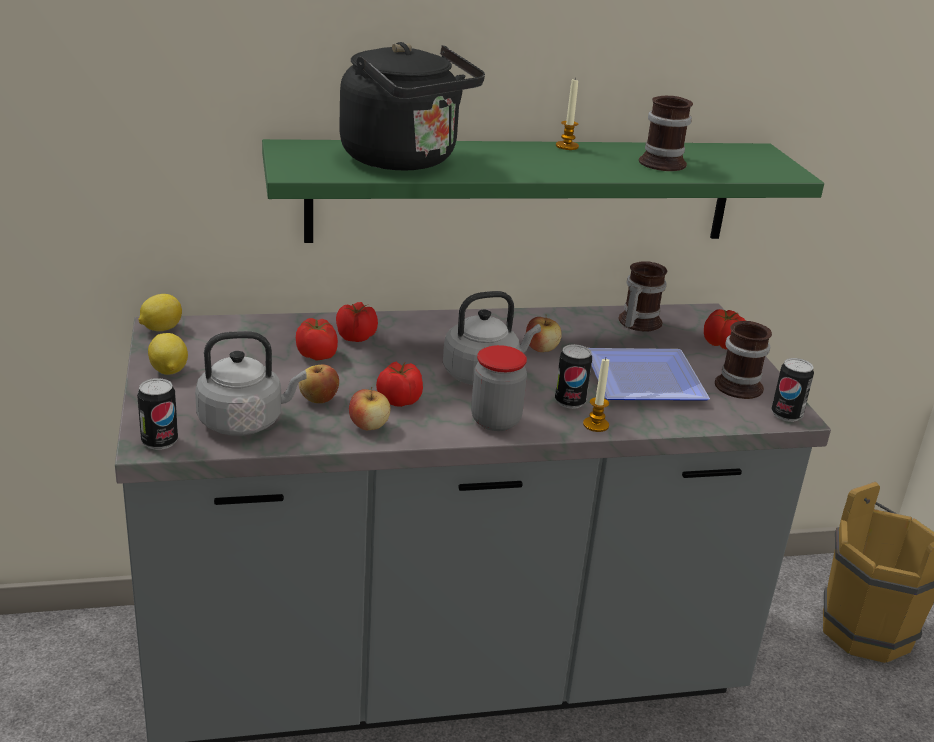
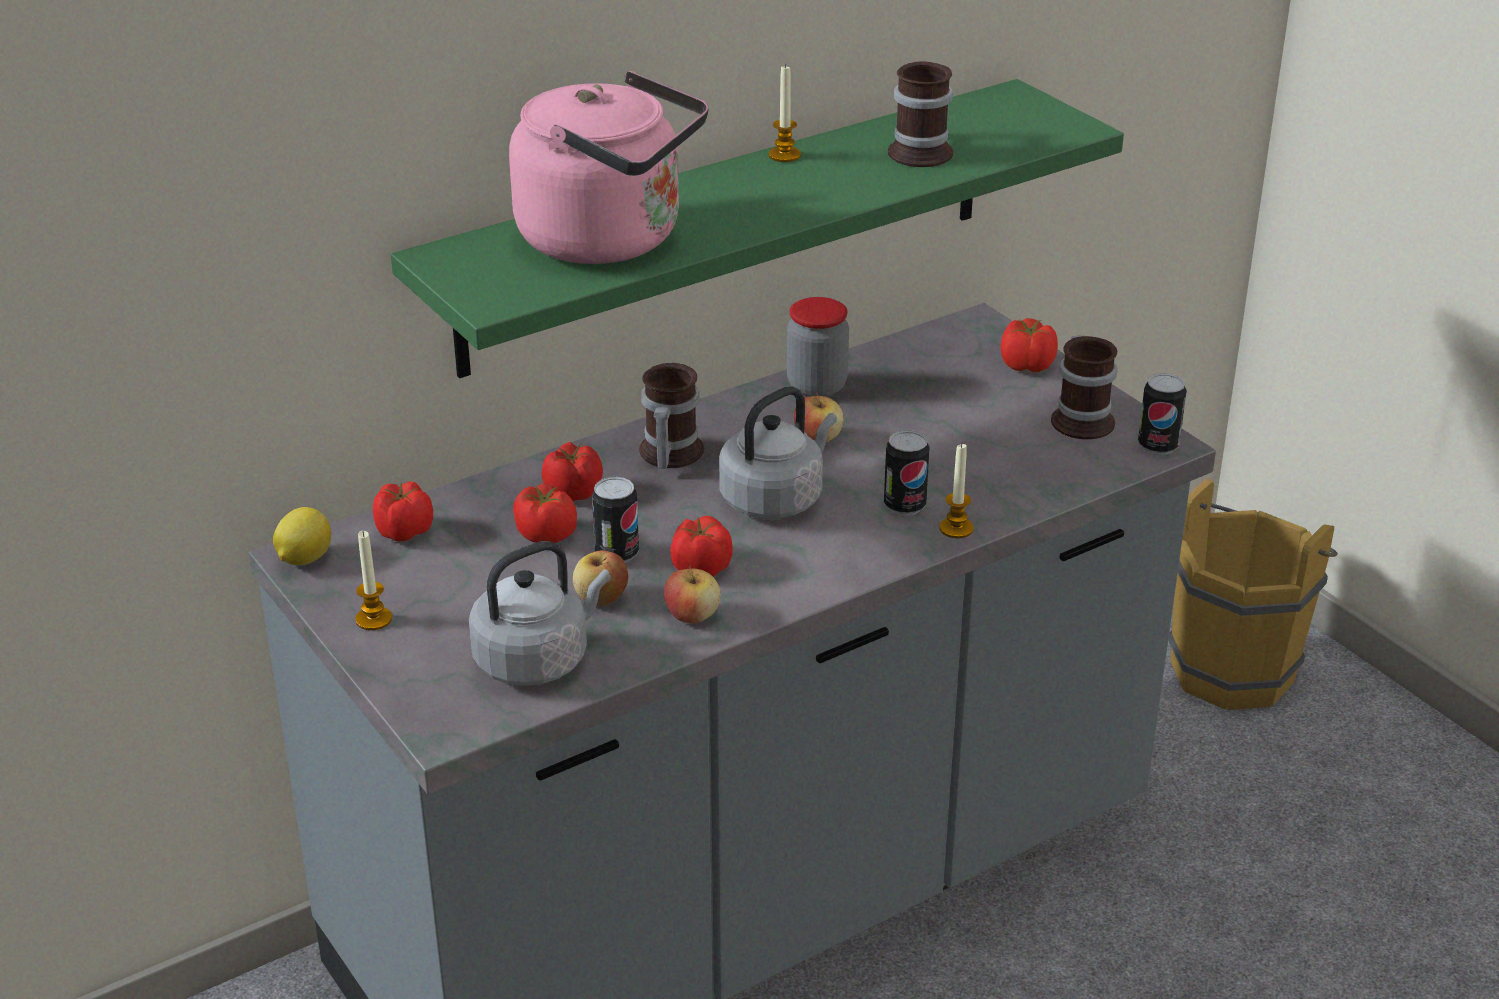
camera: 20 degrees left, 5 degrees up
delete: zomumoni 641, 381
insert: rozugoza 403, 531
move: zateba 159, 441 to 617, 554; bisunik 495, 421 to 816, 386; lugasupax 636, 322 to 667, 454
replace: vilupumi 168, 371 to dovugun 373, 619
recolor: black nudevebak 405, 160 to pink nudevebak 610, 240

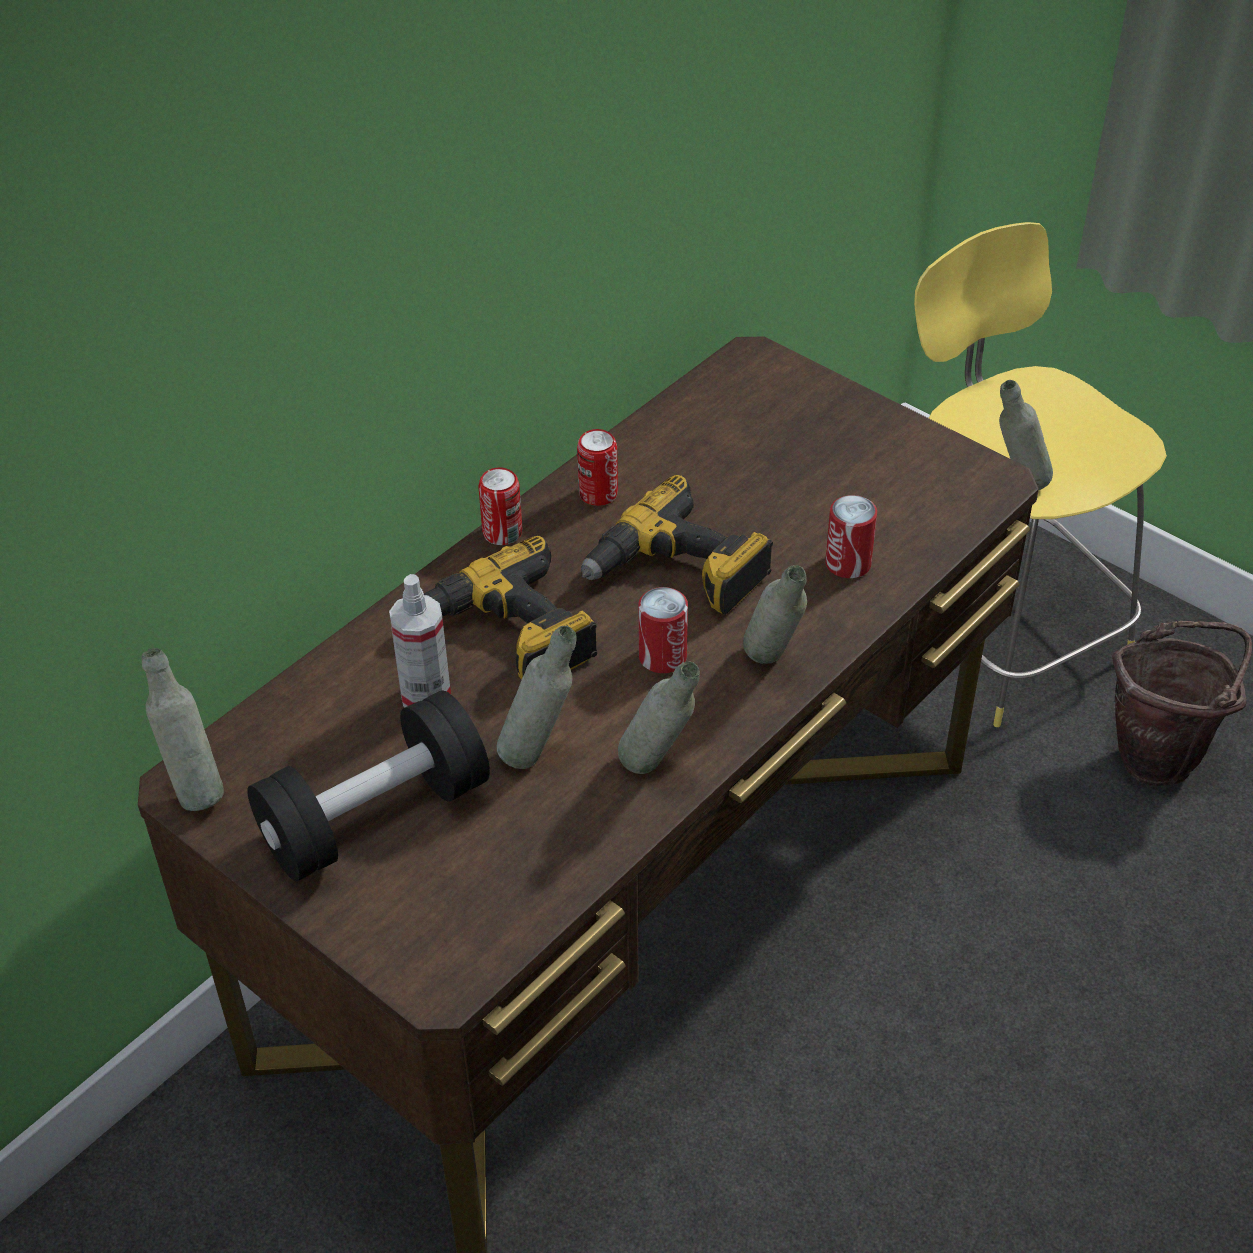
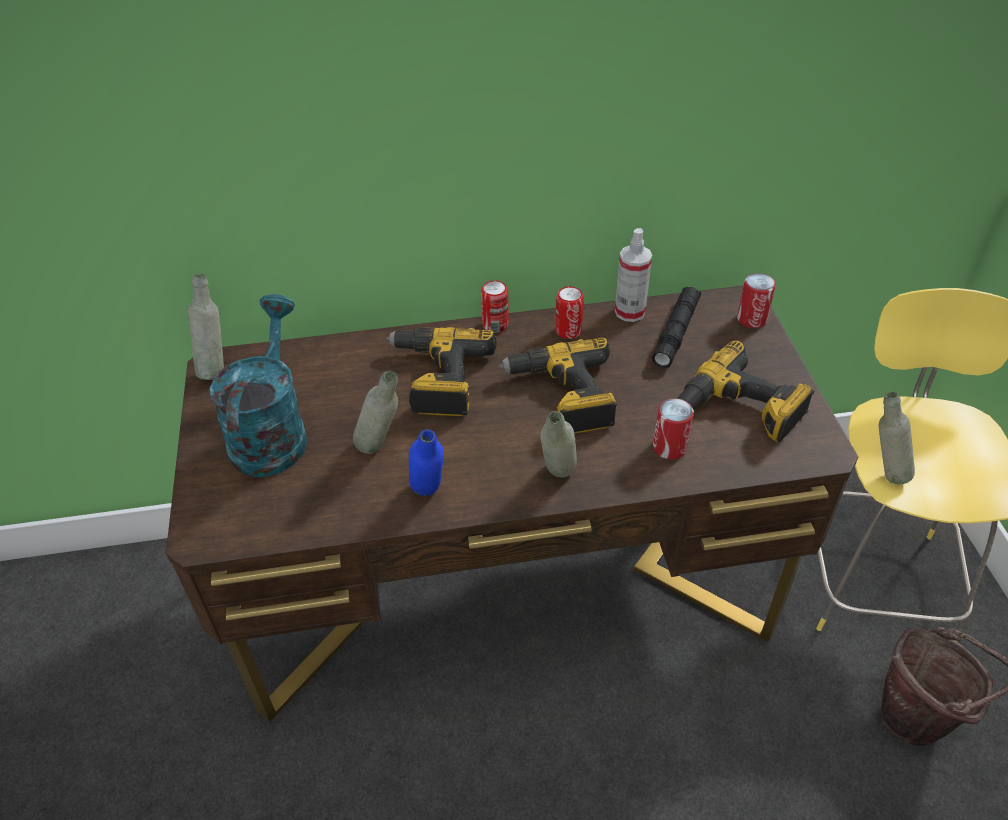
camera: 40 degrees right, 0 degrees up
insert: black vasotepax 676, 333; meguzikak 739, 410
move: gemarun 426, 696 to 630, 312; zateba 662, 657 to 751, 319
replace: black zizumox 375, 817 to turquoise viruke 271, 432
recolor: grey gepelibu 658, 770 to blue gepelibu 429, 498

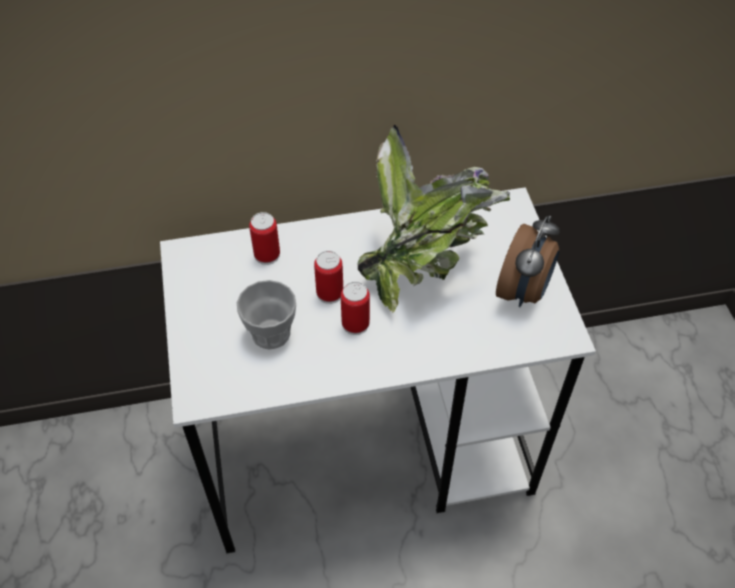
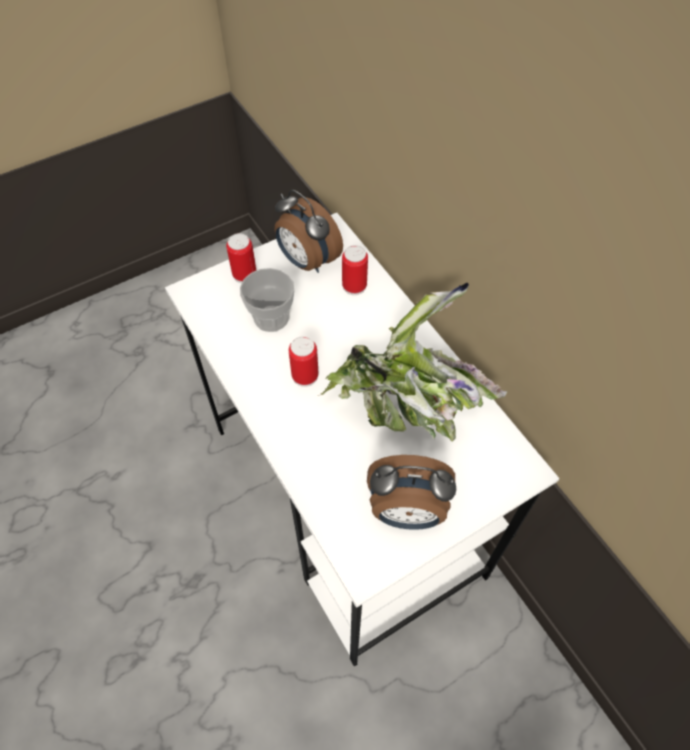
camera: 70 degrees right, 5 degrees up
insert: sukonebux 307, 261
move: zateba 330, 293 to 244, 274

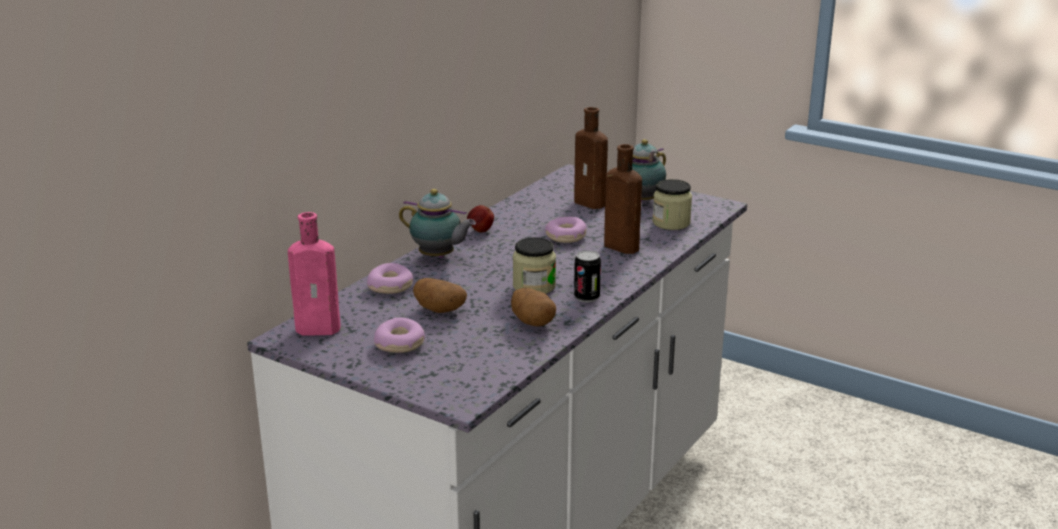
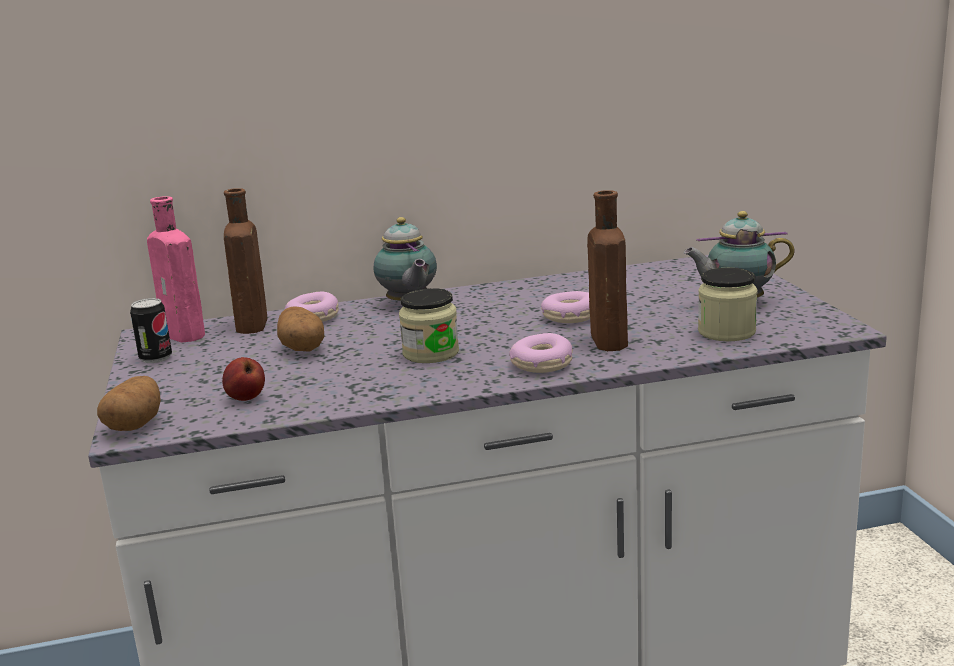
camera: 45 degrees right, 5 degrees down
move: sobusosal 400, 344 to 542, 364; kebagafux 480, 231 to 245, 398; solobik 532, 322 to 135, 425; brown gepelibu 591, 203 to 252, 326; zateba 586, 297 to 156, 358

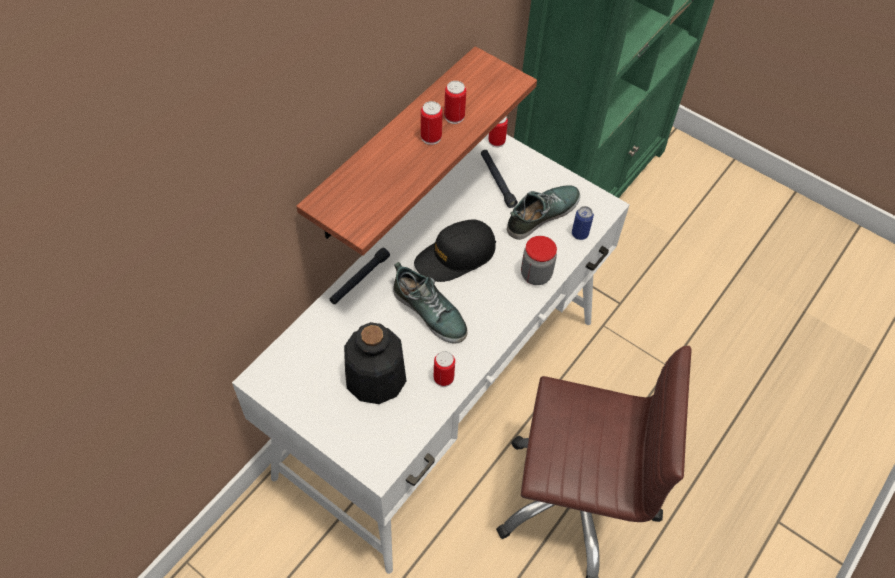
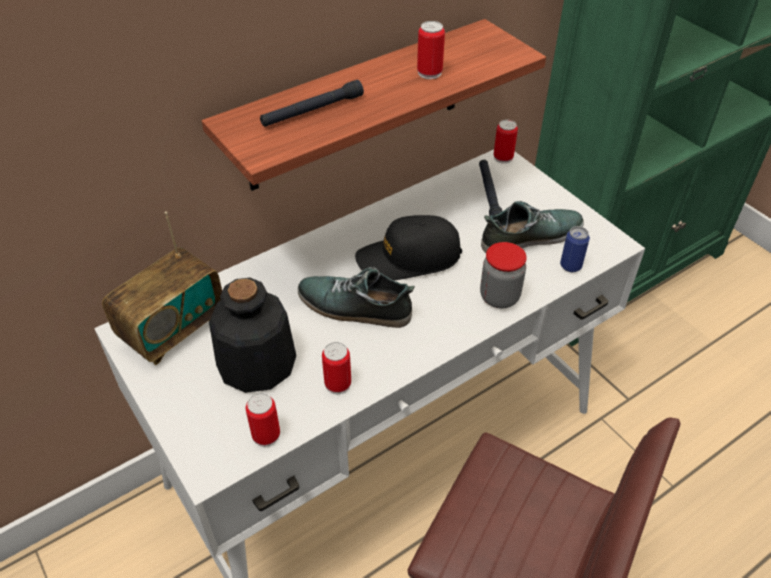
camera: 20 degrees right, 10 degrees down
insert: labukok 173, 329
move: black vasotepax 359, 279 to 312, 111; zateba 431, 137 to 266, 435
rotate: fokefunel 430, 311 = 354, 307 135 degrees clockwise

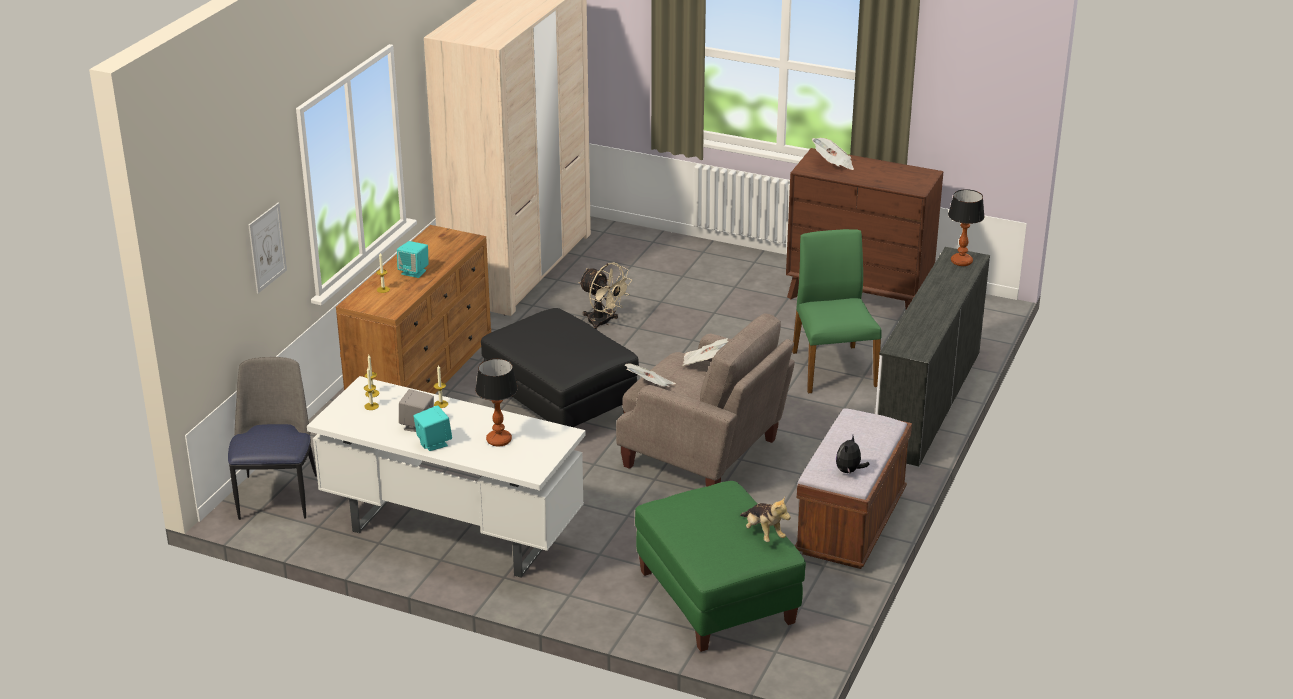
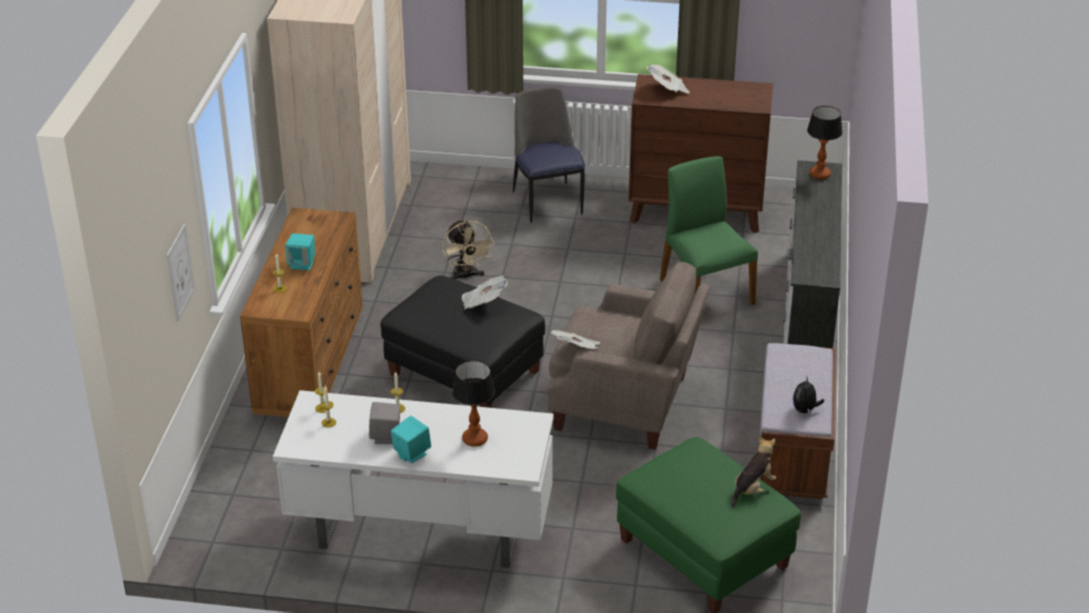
camera: 15 degrees left, 5 degrees up
move: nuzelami 278, 495 to 547, 201; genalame 704, 363 to 483, 302
rotate: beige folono 603, 323 = 466, 276 45 degrees clockwise; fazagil 763, 533 = 752, 489 90 degrees counterclockwise

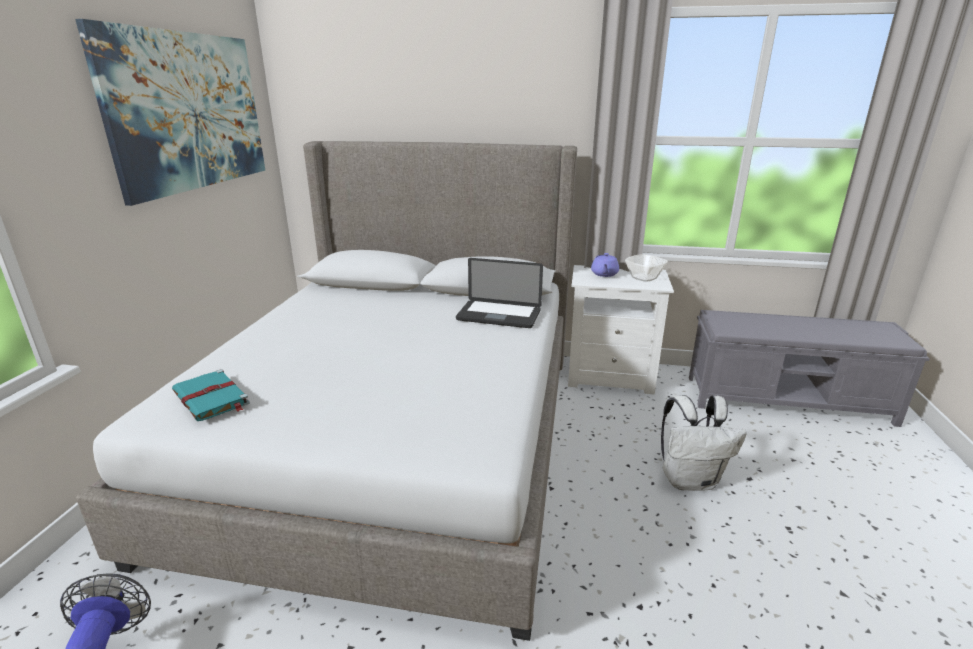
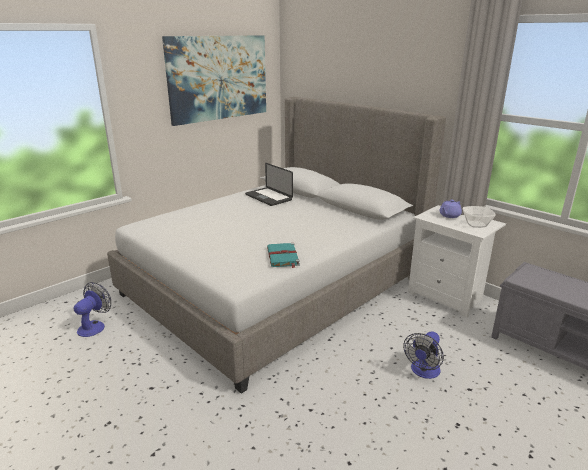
camera: 35 degrees right, 0 degrees up
move: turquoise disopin 211, 398 to 283, 257; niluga 499, 315 to 268, 197
replace: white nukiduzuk 690, 480 to folono 423, 372

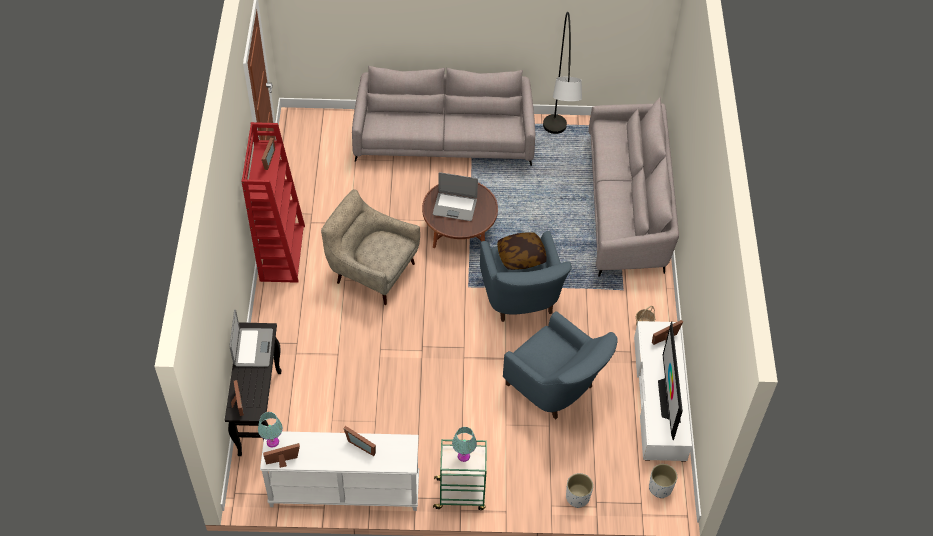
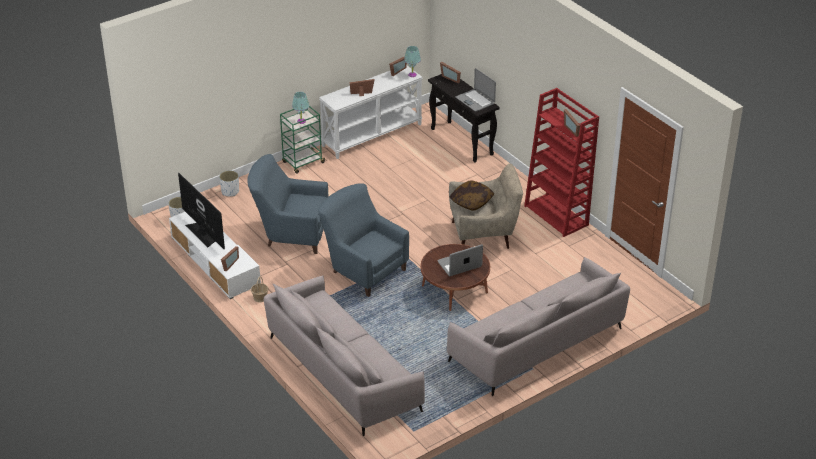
camera: 145 degrees right, 15 degrees down
delete: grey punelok 555, 158
move: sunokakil 521, 256 to 471, 201

